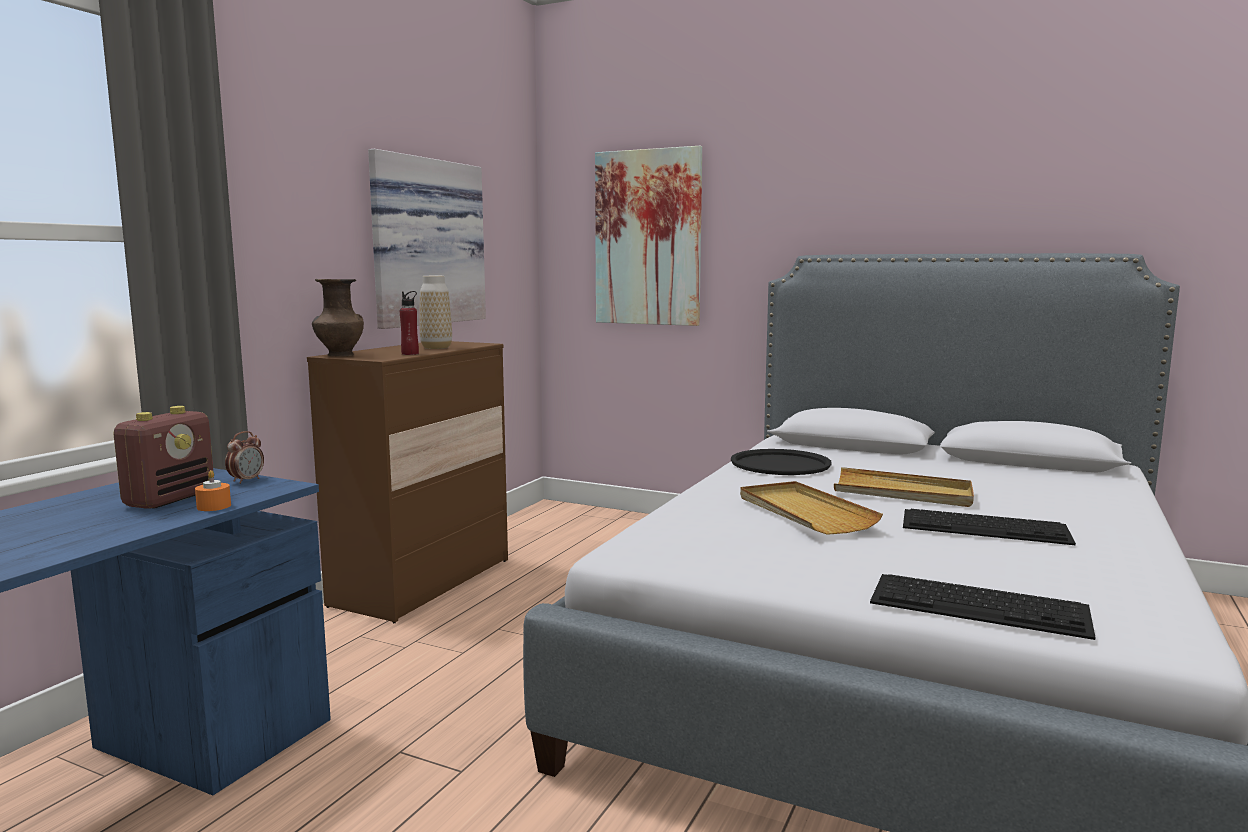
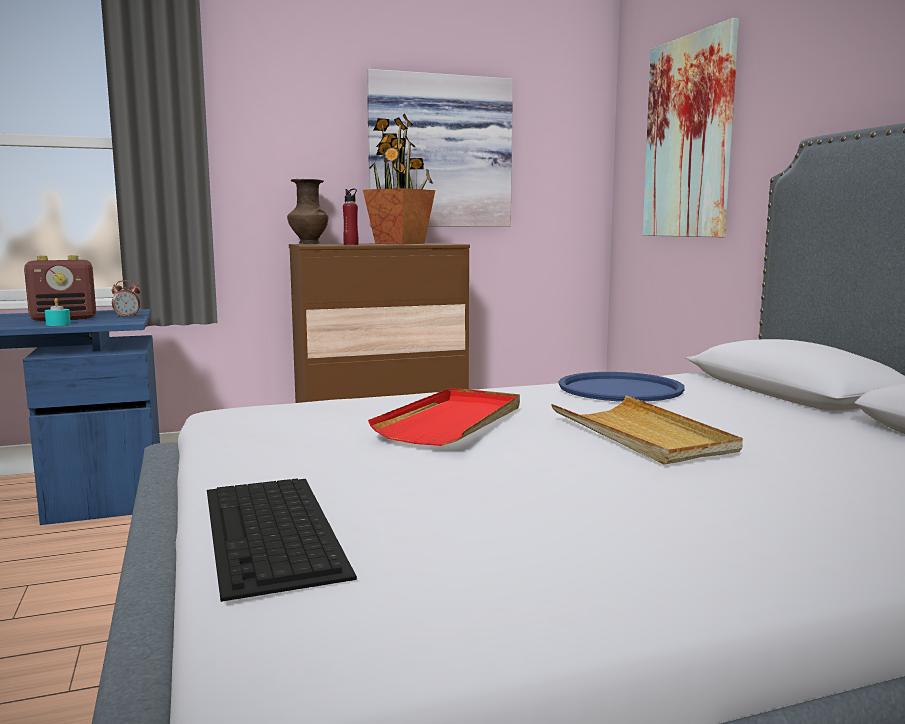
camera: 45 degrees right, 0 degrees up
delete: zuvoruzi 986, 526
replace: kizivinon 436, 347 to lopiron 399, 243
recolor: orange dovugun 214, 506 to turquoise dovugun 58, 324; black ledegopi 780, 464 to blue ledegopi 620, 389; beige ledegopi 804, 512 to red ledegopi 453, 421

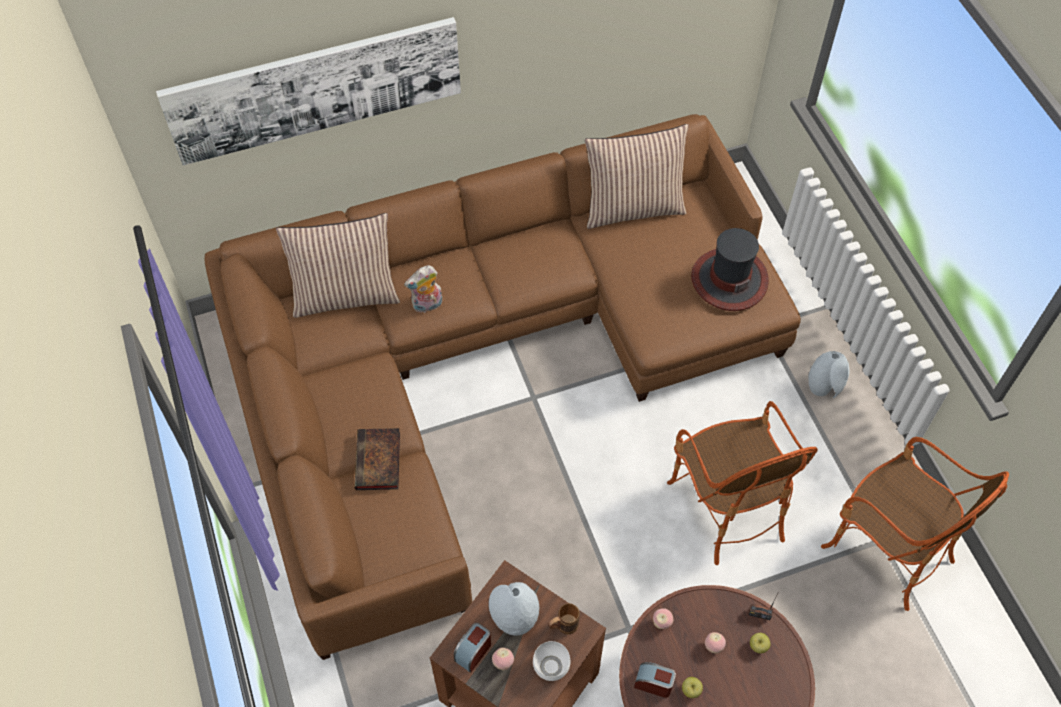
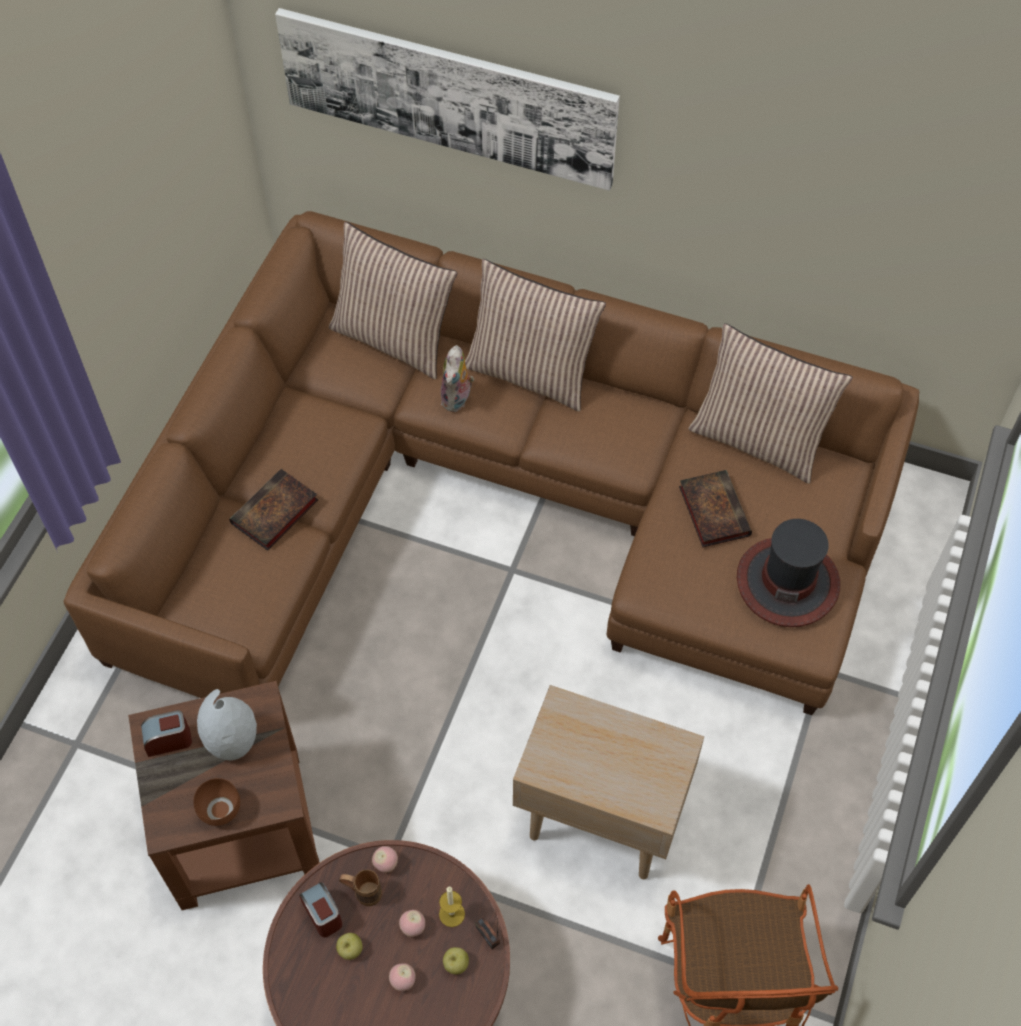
camera: 40 degrees right, 0 degrees up
delete: grey kizivinon 824, 388
insert: dovugun 452, 914; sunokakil 531, 373; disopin 712, 510
move: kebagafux 503, 662 to 403, 981; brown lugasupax 562, 627 to 362, 892
replace: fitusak 727, 507 to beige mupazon 599, 821
recolor: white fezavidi 549, 666 to brown fezavidi 219, 808
rotate: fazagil 427, 305 = 457, 399 90 degrees counterclockwise

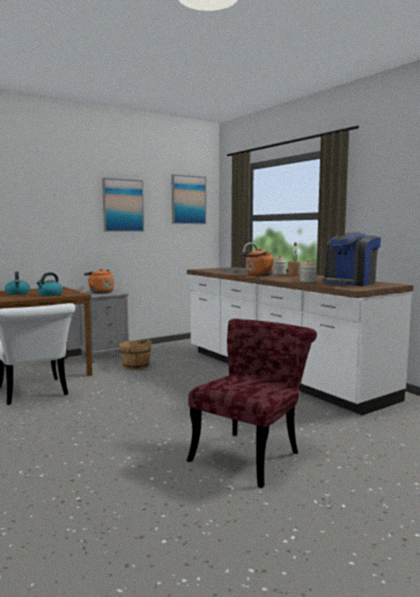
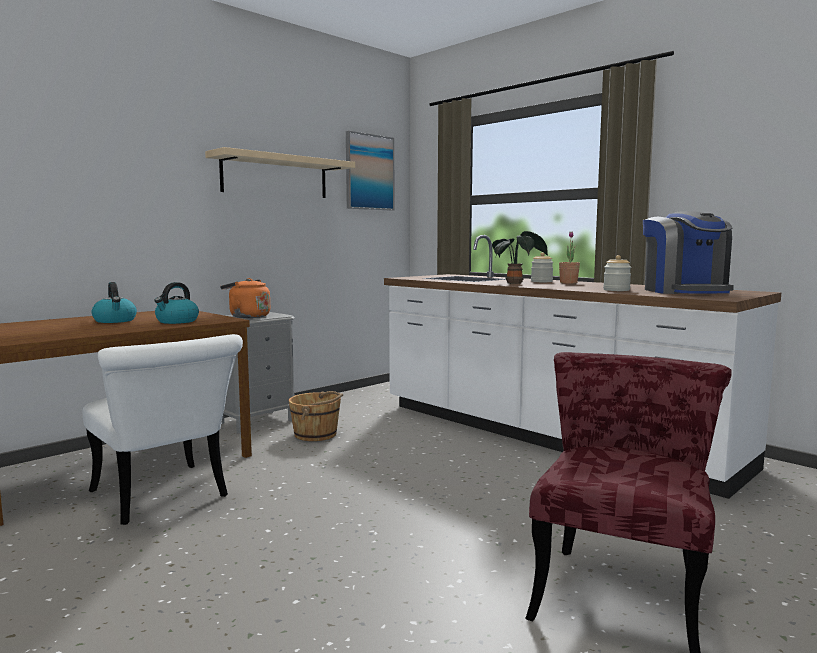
camera: 10 degrees left, 0 degrees up
replace: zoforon 123, 205 to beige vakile 275, 176; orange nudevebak 258, 275 to lopiron 516, 284
rotate: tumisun 349, 283 = 685, 291 45 degrees counterclockwise

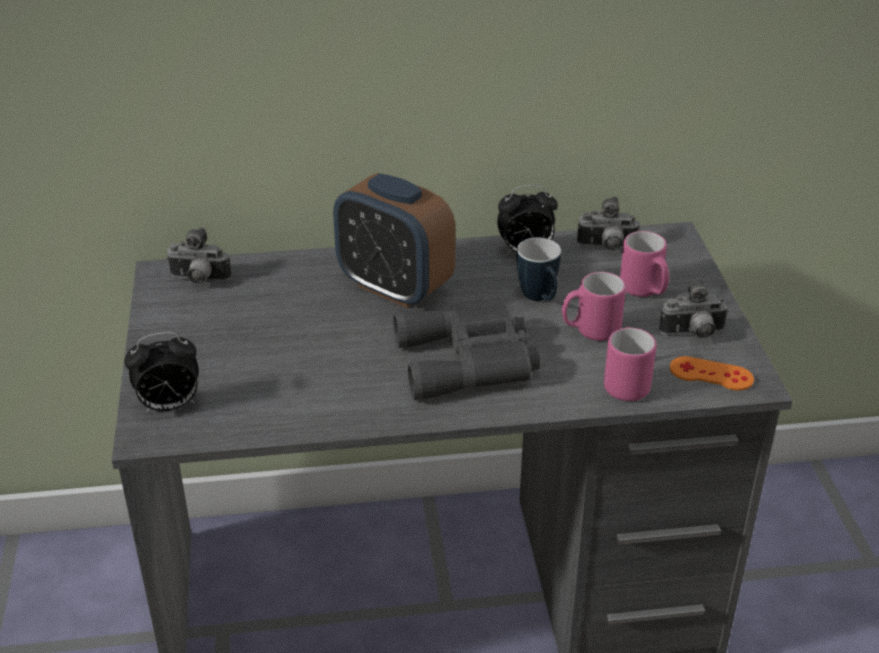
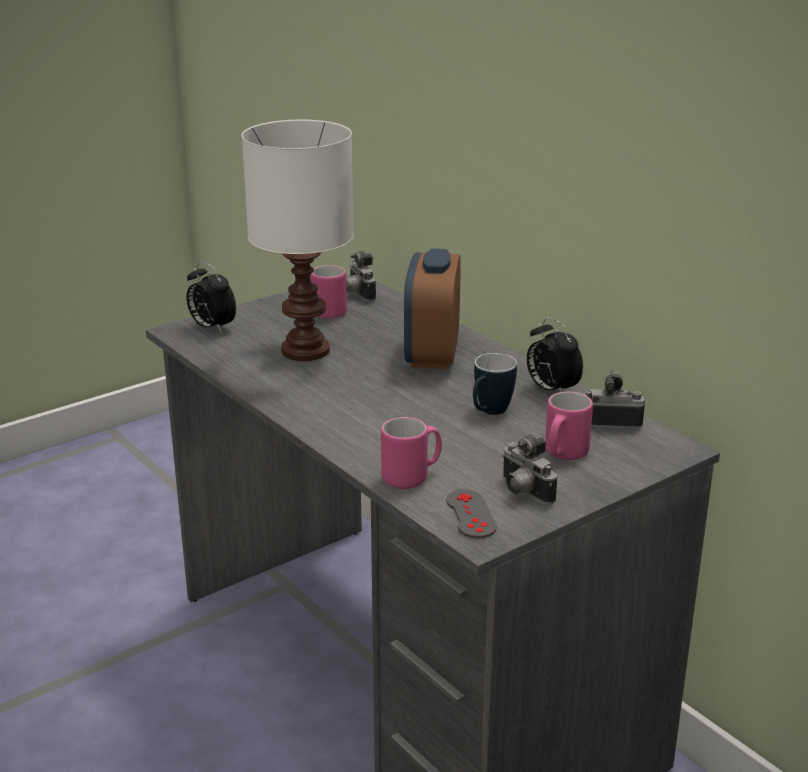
camera: 60 degrees right, 10 degrees down
delete: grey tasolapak 470, 361
insert: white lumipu 303, 351
move: pink lugasupax 590, 331 to 325, 311
recolor: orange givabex 711, 374 to grey givabex 470, 514
rotate: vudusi 607, 248 = 609, 422 120 degrees clockwise

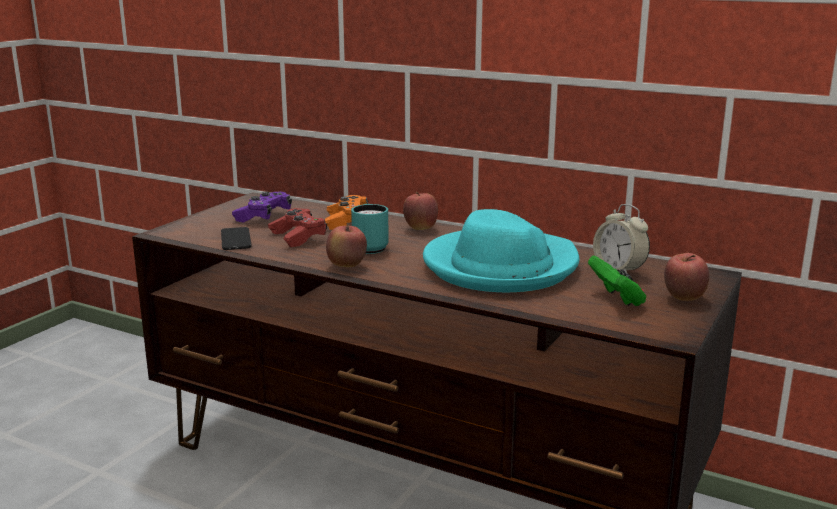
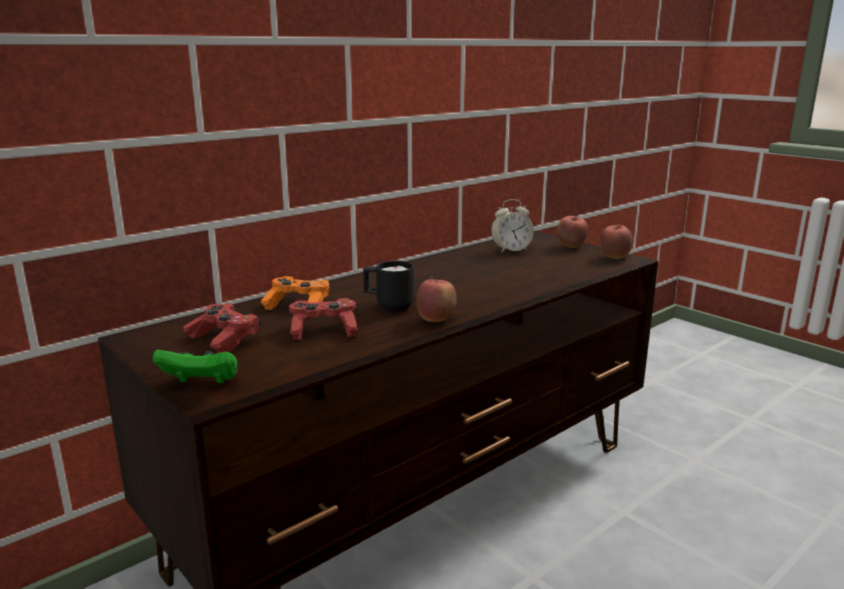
camera: 70 degrees left, 0 degrees up
delete: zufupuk 236, 239; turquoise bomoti 500, 266
move: kebagafux 420, 229 to 614, 257; green givabex 617, 299 to 202, 384
recolor: purple givabex 263, 217 to red givabex 223, 339; turquoise lugasupax 369, 247 to black lugasupax 389, 306

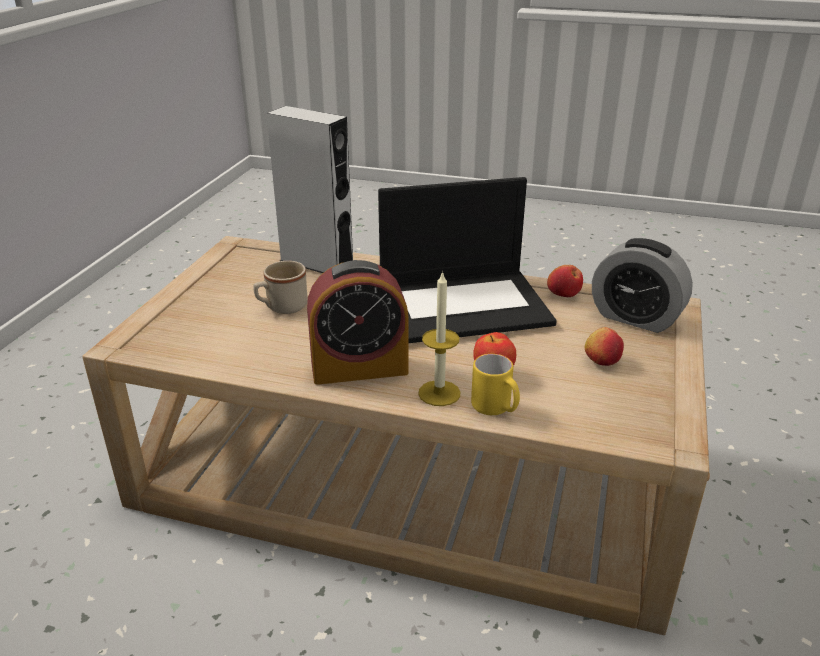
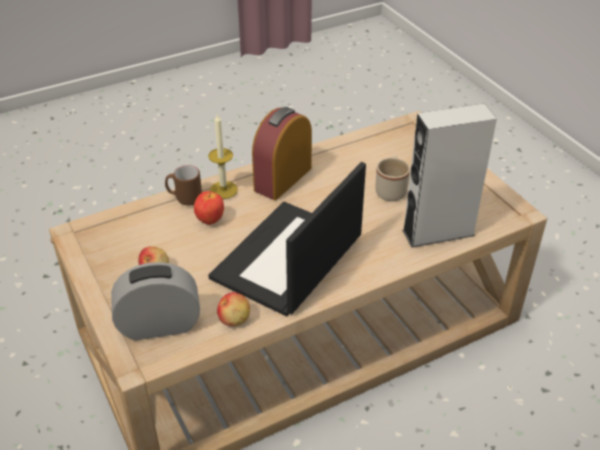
camera: 135 degrees right, 10 degrees up
recolor: yellow lugasupax 496, 409 to brown lugasupax 184, 198

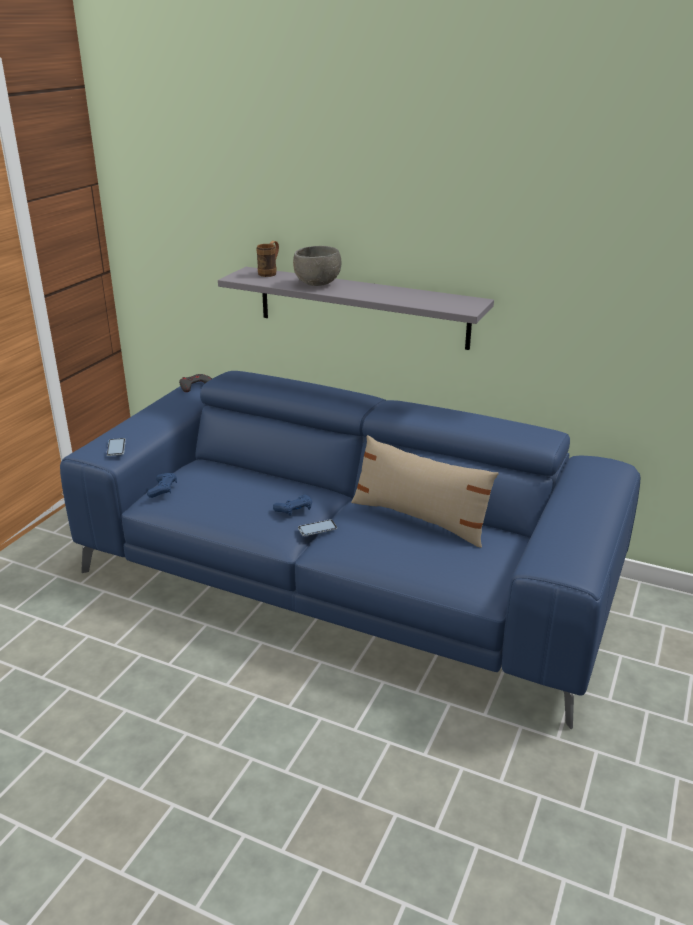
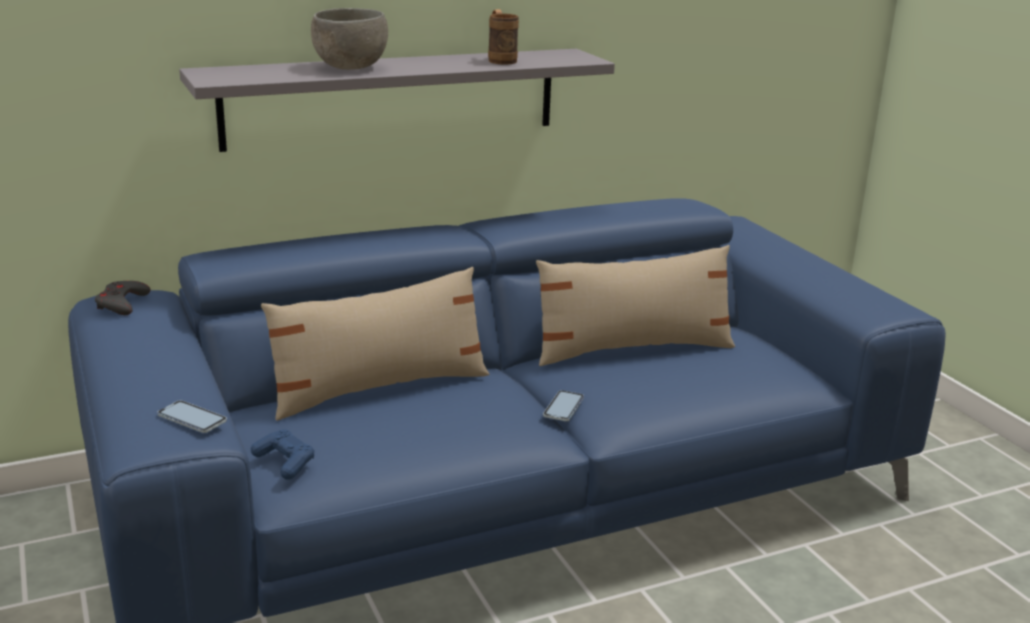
camera: 50 degrees left, 5 degrees down
delete: blue givabex 294, 510
insert: beige sunokakil 380, 388
move: brown lugasupax 270, 273 to 500, 60

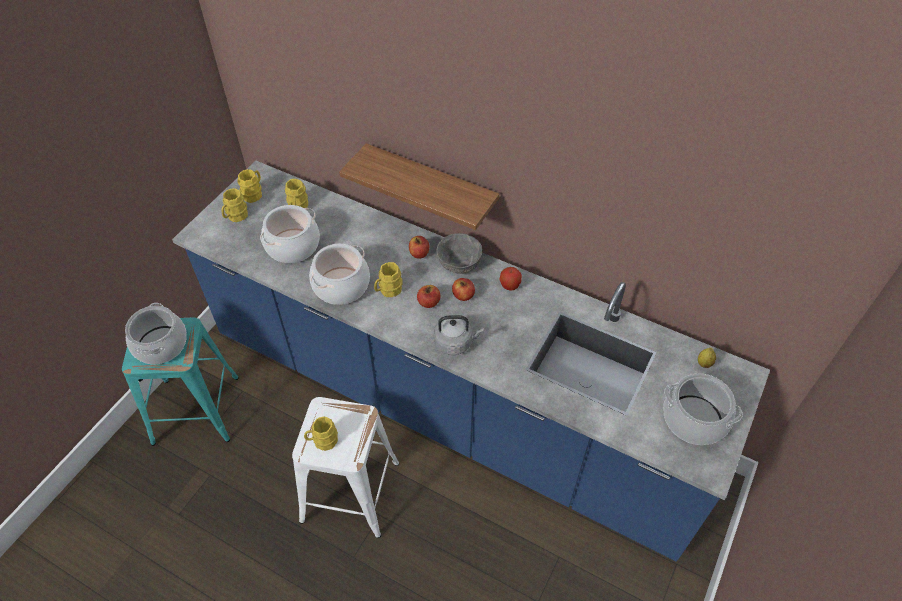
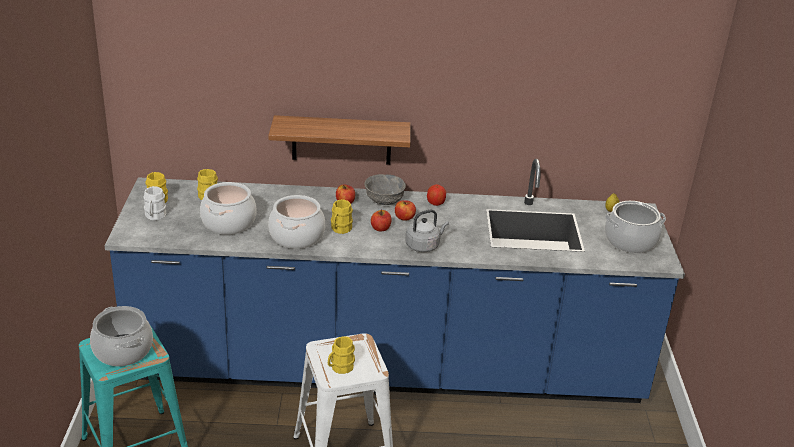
camera: 30 degrees left, 20 degrees down
recolor: yellow lugasupax 235, 216 to white lugasupax 154, 216

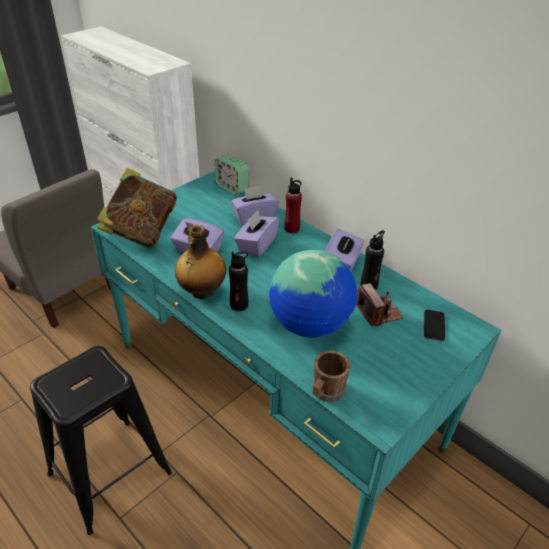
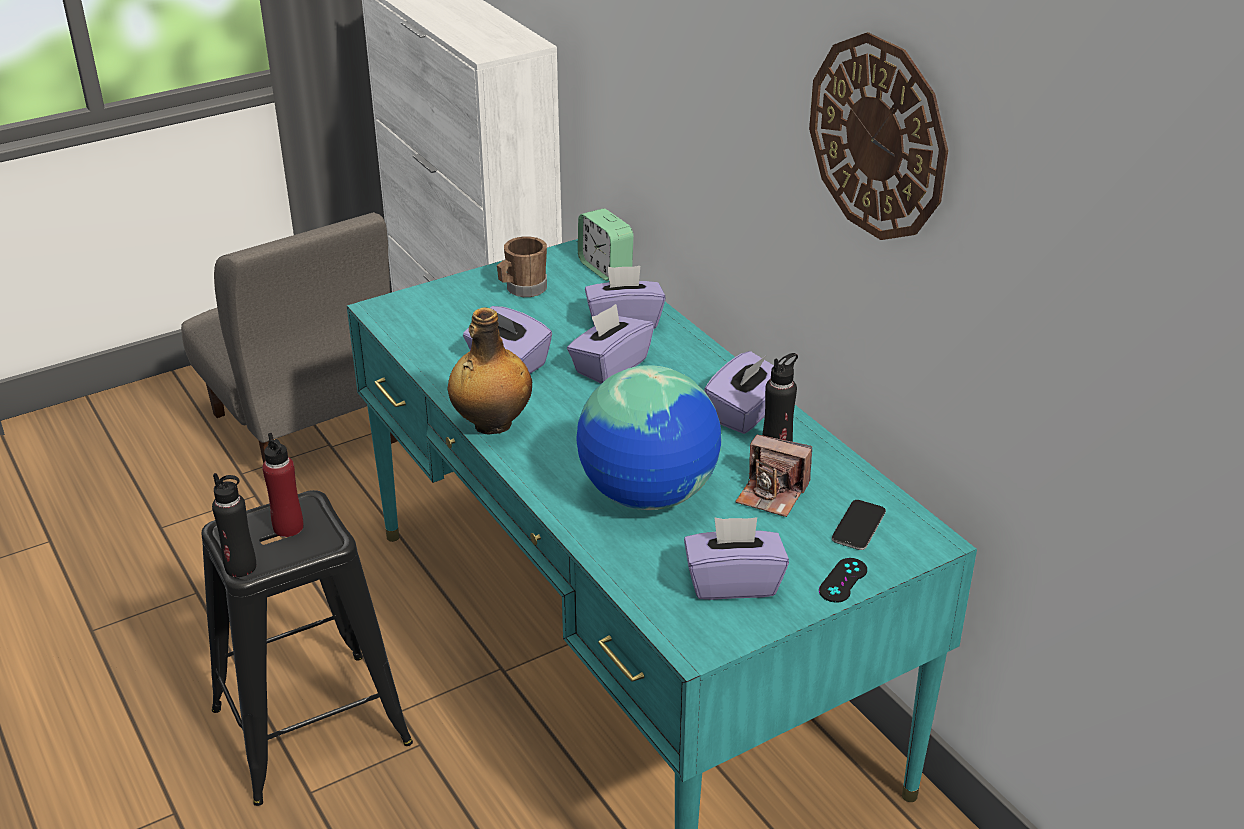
camera: 15 degrees right, 5 degrees down
delete: disopin 141, 232
insert: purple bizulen 733, 582; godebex 878, 137; black givabex 843, 580
move: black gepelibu 239, 305 to 241, 567; red gepelibu 292, 228 to 288, 527; brown lugasupax 326, 392 to 522, 289
rotate: vudusi 378, 312 = 772, 493 120 degrees clockwise

